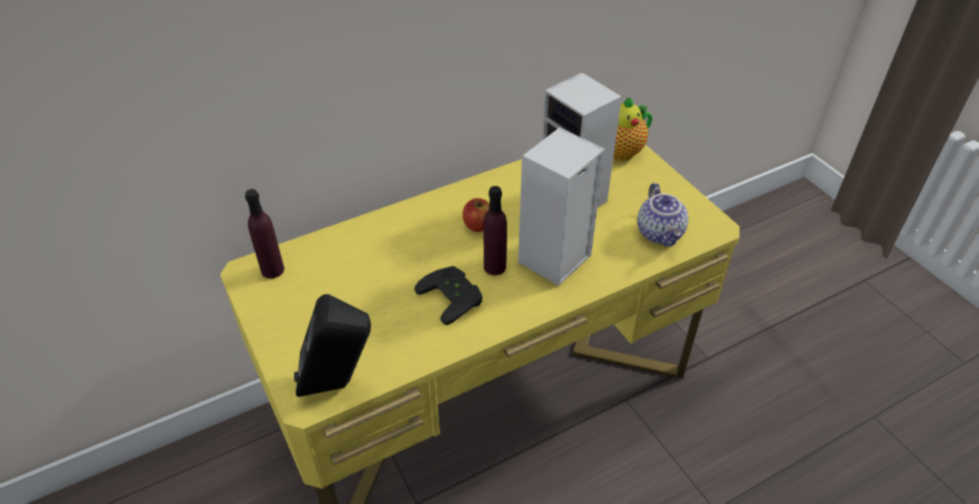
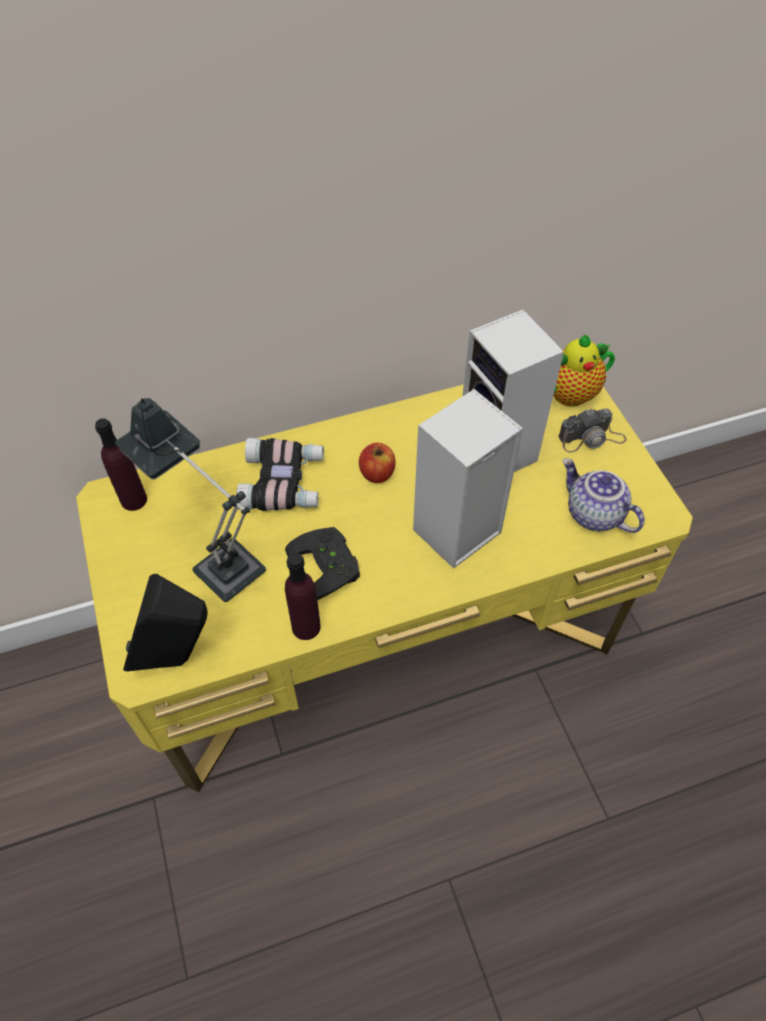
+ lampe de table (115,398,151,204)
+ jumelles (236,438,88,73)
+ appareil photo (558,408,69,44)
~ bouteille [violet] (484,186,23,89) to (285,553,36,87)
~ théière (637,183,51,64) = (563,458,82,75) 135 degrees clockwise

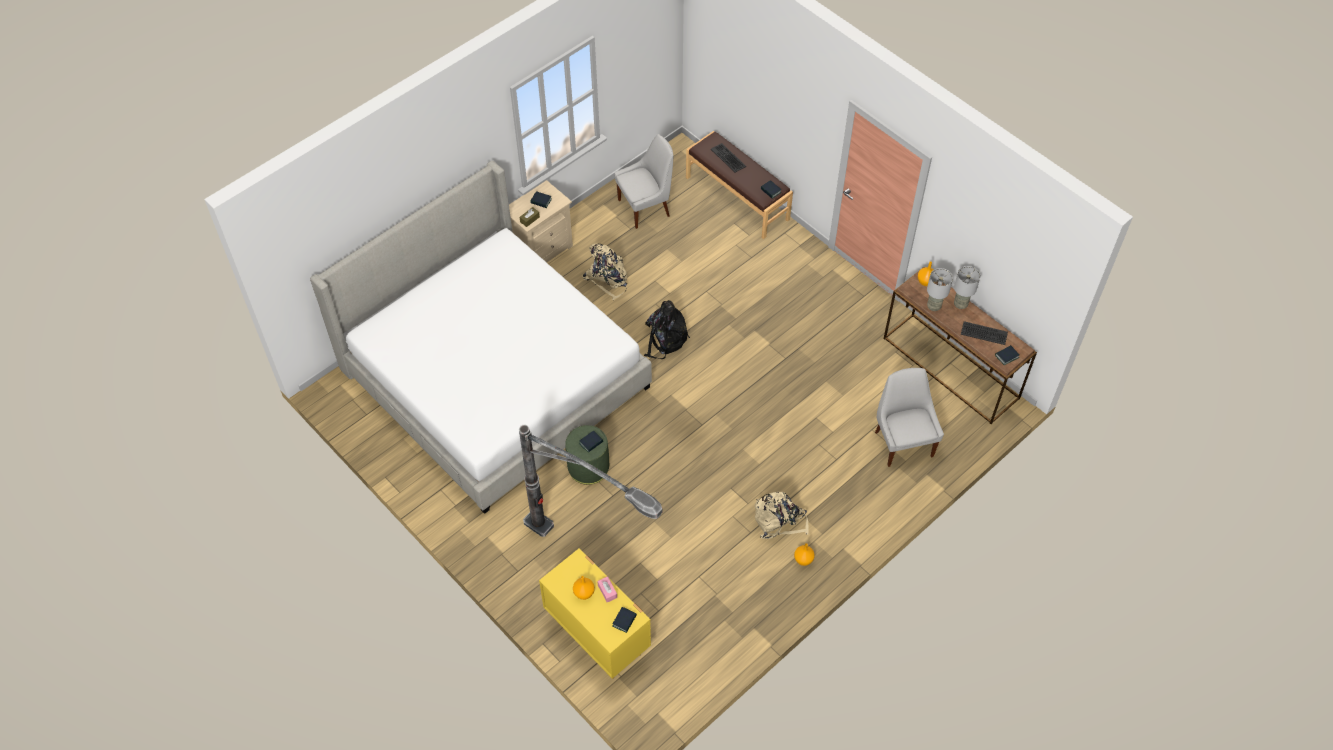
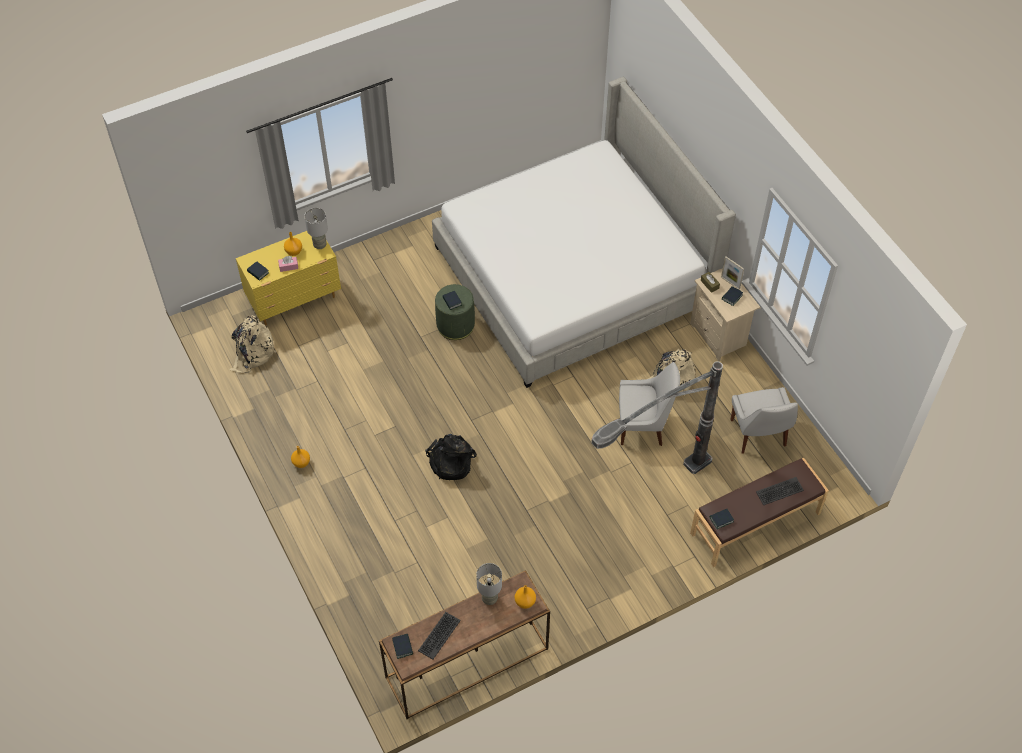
+ cadre photo (721,257,23,33)
~ lampadaire (519,425,143,112) to (591,361,132,113)
~ sac à dos [noir] (644,300,46,59) to (425,434,52,46)
~ sac à dos [beige] (755,492,54,47) to (230,315,46,58)
~ chaise [blanc] (875,368,69,99) to (619,362,61,84)
~ lampe de table [gris] (954,266,26,43) to (304,208,24,41)

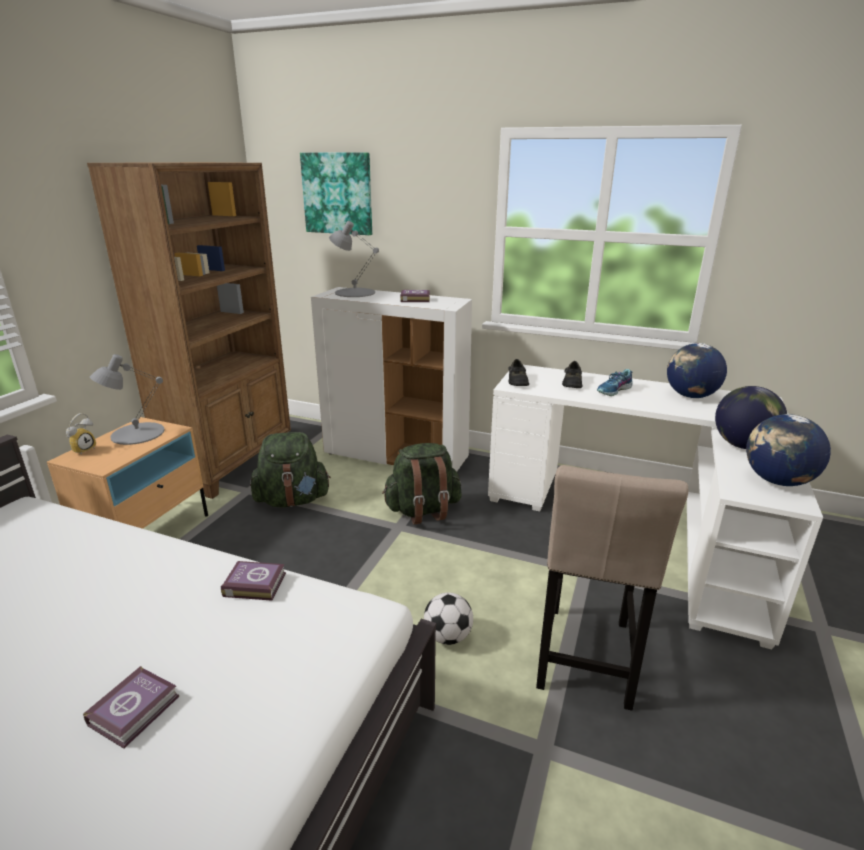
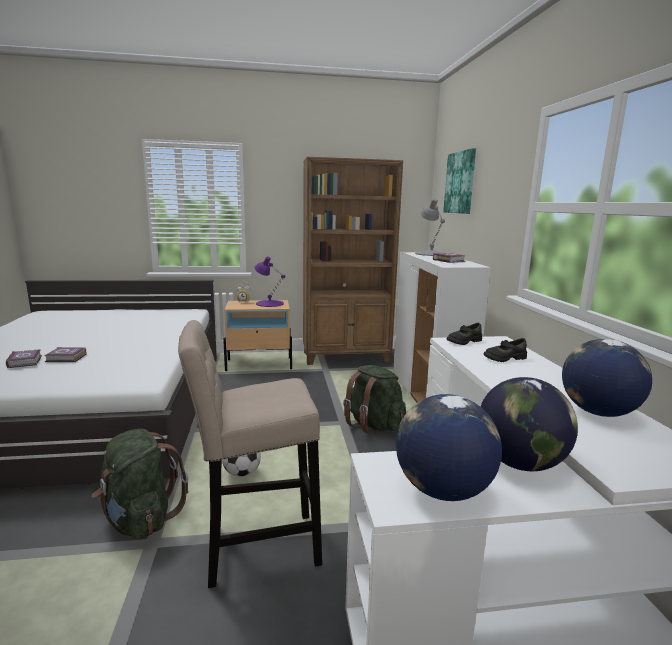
- chaussure (597,369,36,27)
~ livre (221,561,65,40) to (6,350,36,18)
~ sac à dos [vert] (250,432,81,75) to (92,429,96,111)
~ lampe de table [gris] (90,354,74,91) to lampe de table [violet] (254,256,31,51)

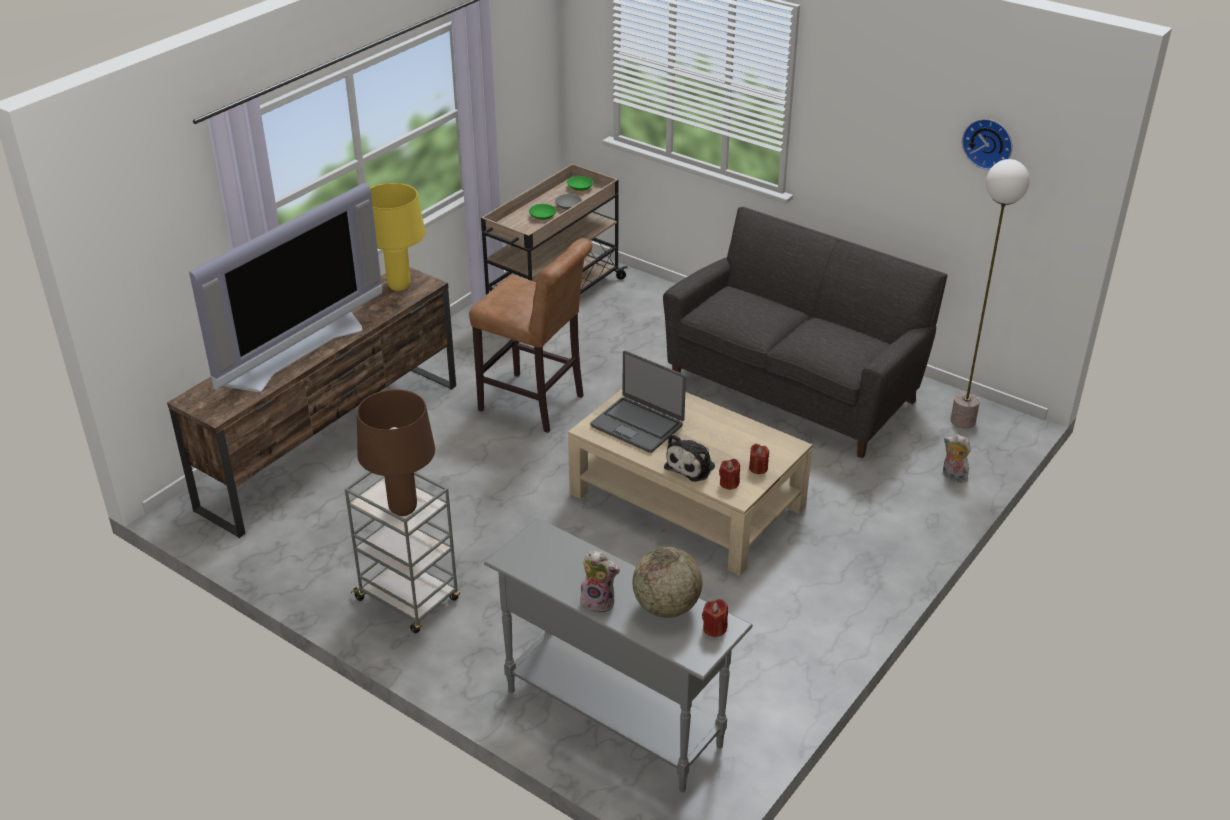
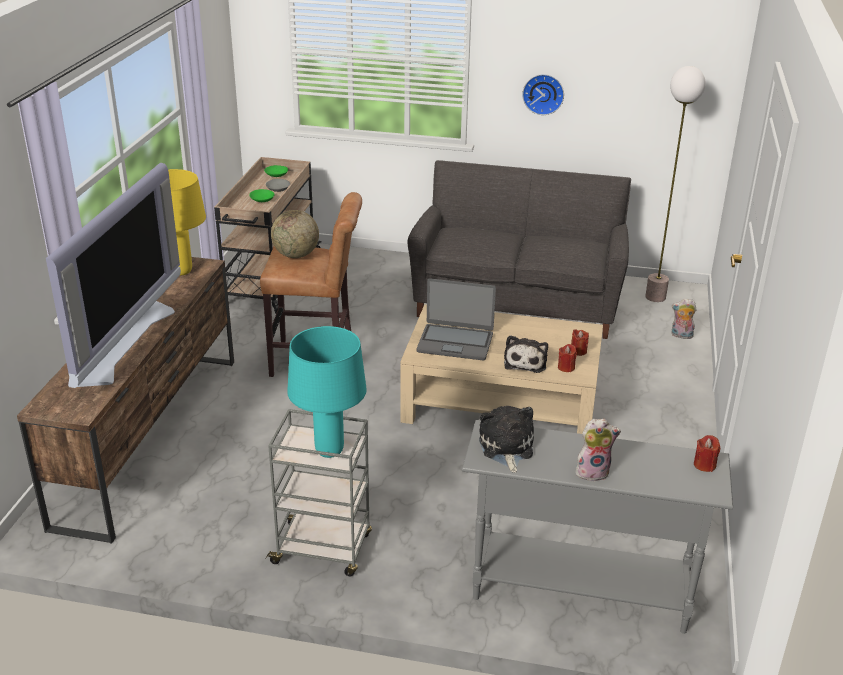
+ peluche (479,406,55,67)
~ globe (632,547,71,71) to (271,210,48,48)
~ horloge murale (962,119,50,51) to (522,74,42,41)
~ lampe de table [marron] (357,389,78,127) to lampe de table [turquoise] (287,326,80,132)

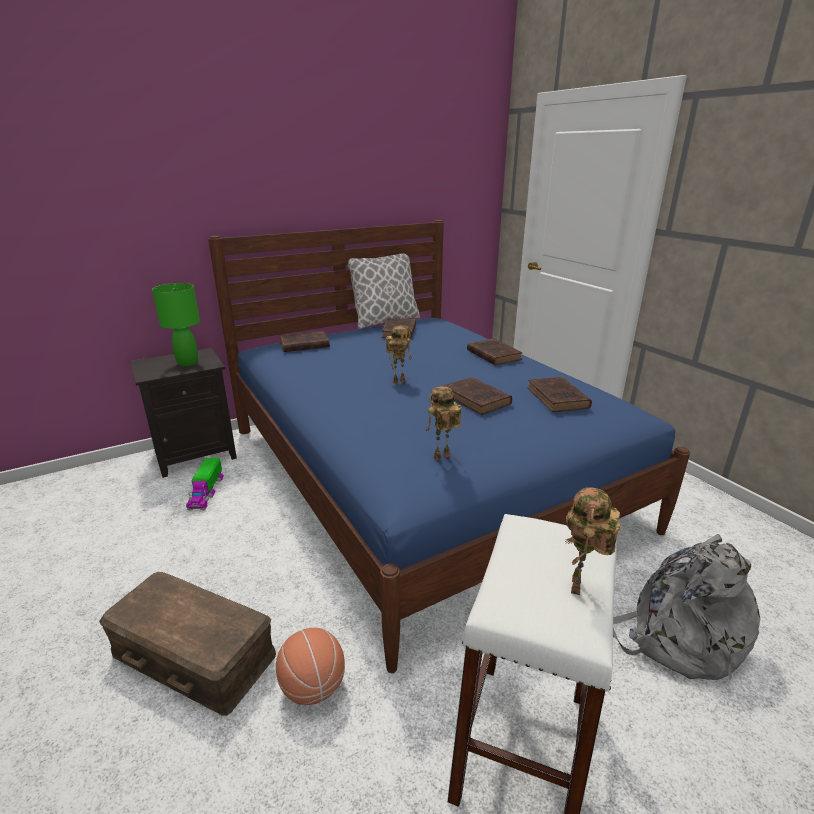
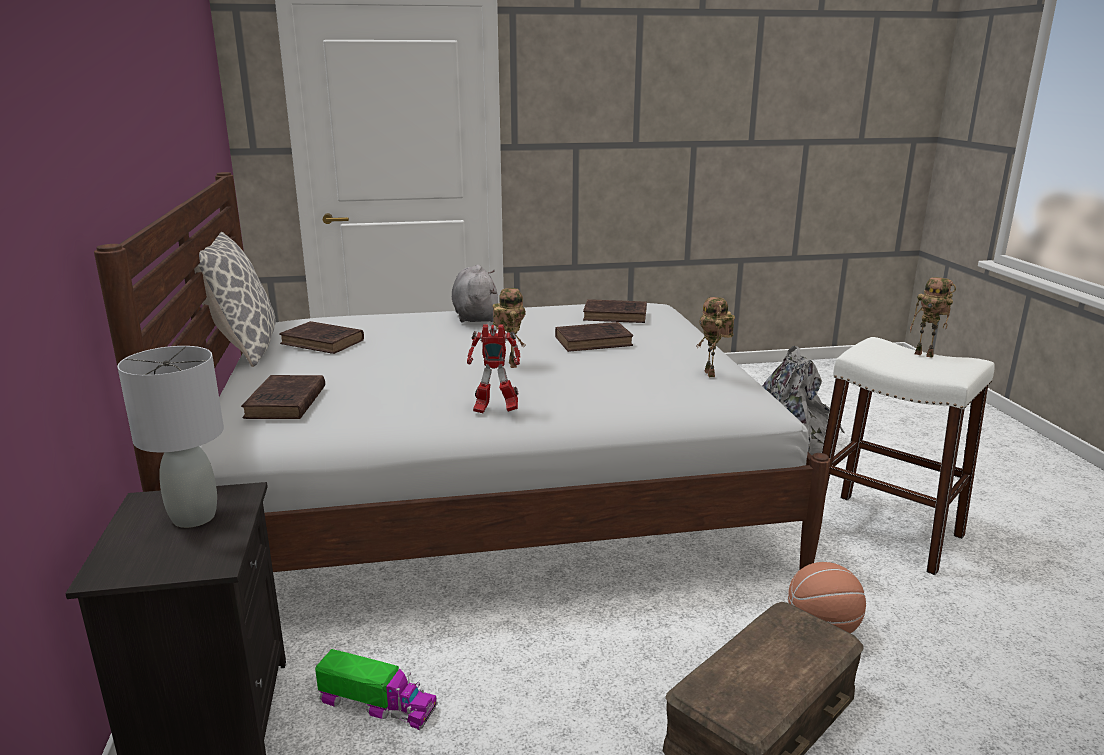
+ robot jouet (467,324,53,89)
~ livre [marron] (467,339,55,26) to peluche [gris] (452,265,46,58)
~ lampe de table [vert] (152,283,48,83) to lampe de table [gris] (117,346,107,182)
~ lit [bleu] (208,220,482,453) to lit [blanc] (94,172,736,400)

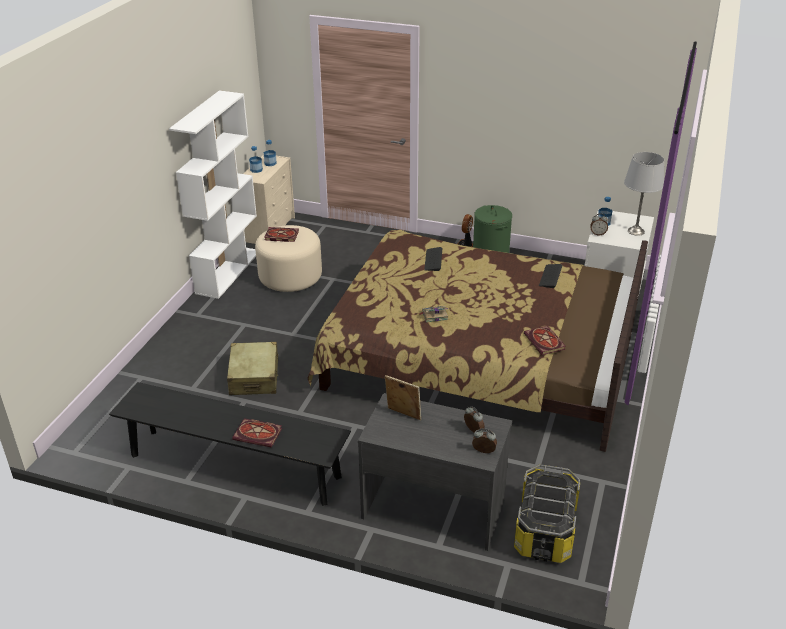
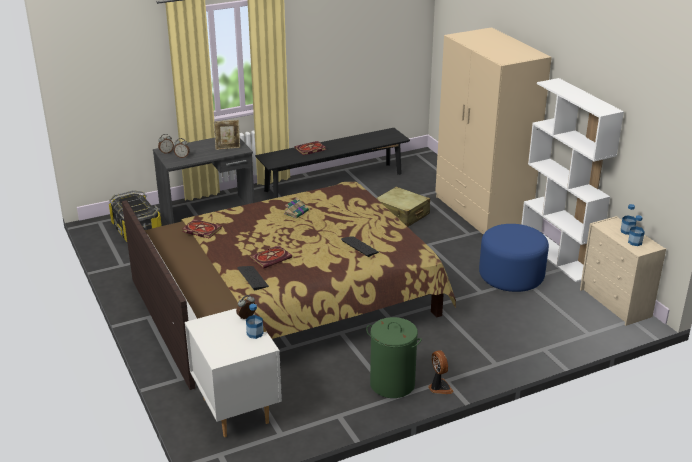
- lampe de table [gris] (624,152,40,84)
+ armoire [beige] (435,27,117,208)
~ livre (264,227,35,15) to (251,245,41,23)
~ pouf [beige] (255,225,67,67) to pouf [bleu] (479,224,70,68)

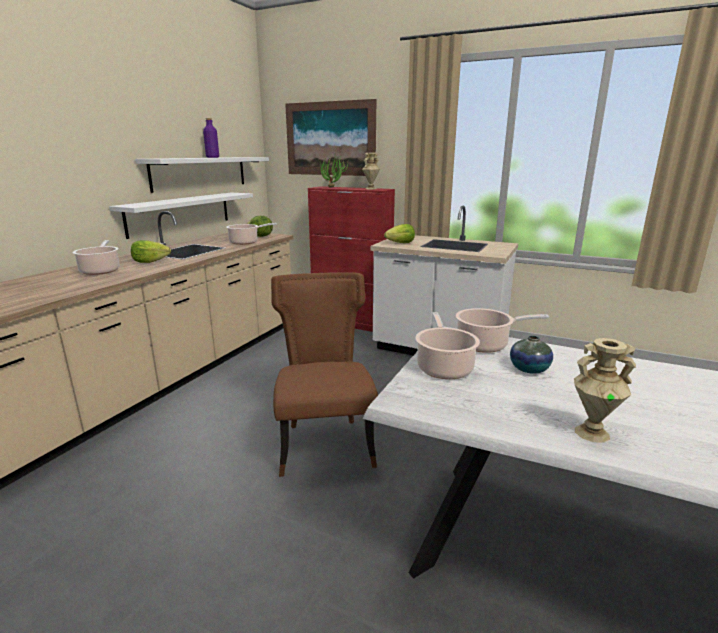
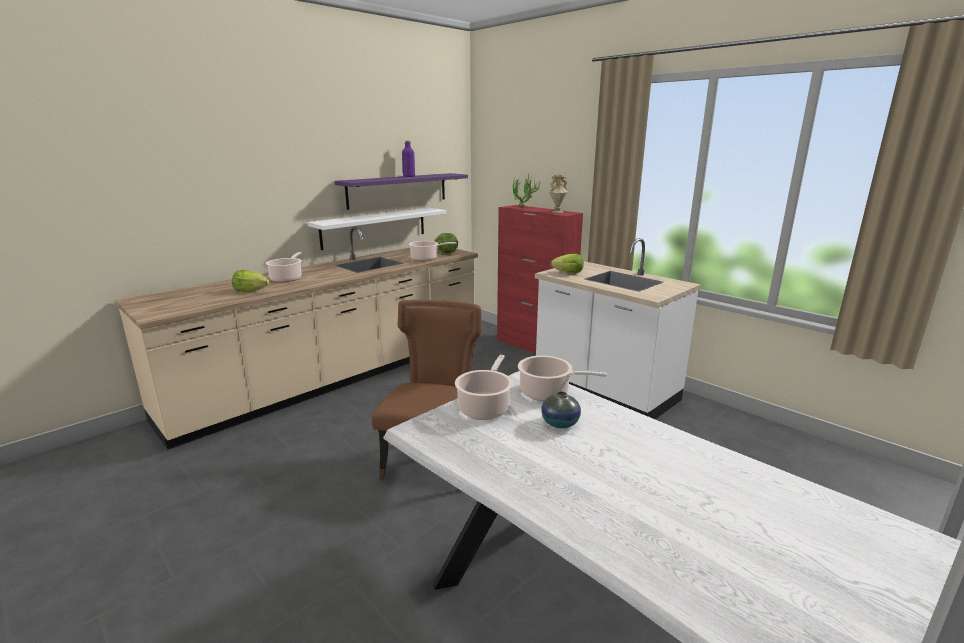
- tableau (285,99,91,77)
- vase [beige] (574,338,62,105)
~ laitue (131,240,40,23) to (232,270,37,22)
~ étagère [blanc] (135,157,134,36) to étagère [violet] (335,173,133,37)

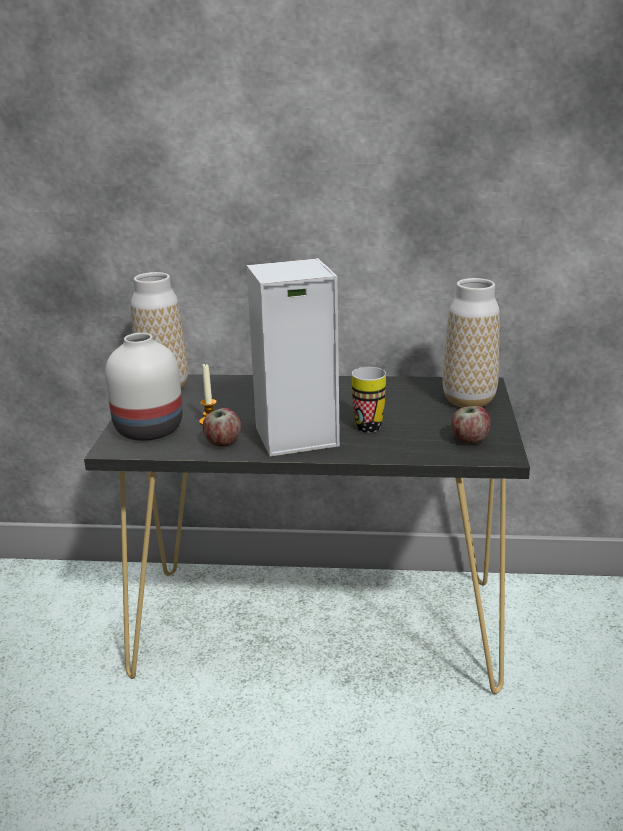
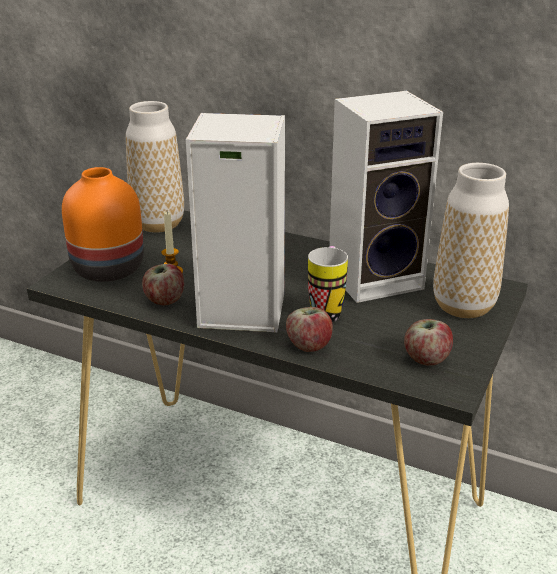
+ pomme (286,307,47,45)
+ enceinte (329,91,114,212)
~ vase [blanc] (105,333,78,108) to vase [orange] (62,167,82,115)

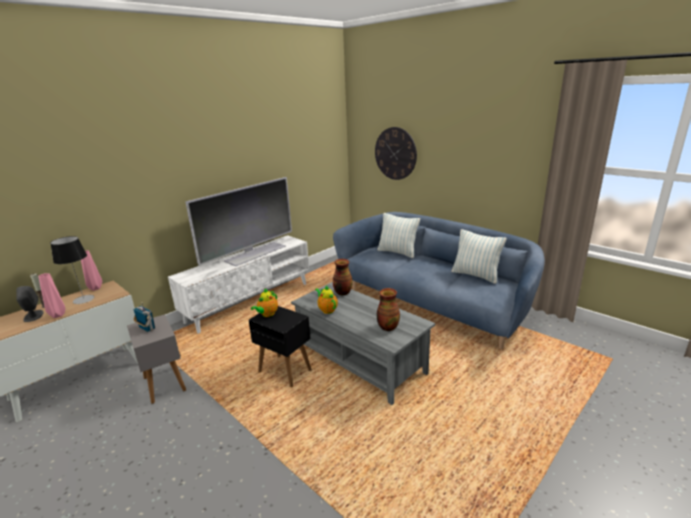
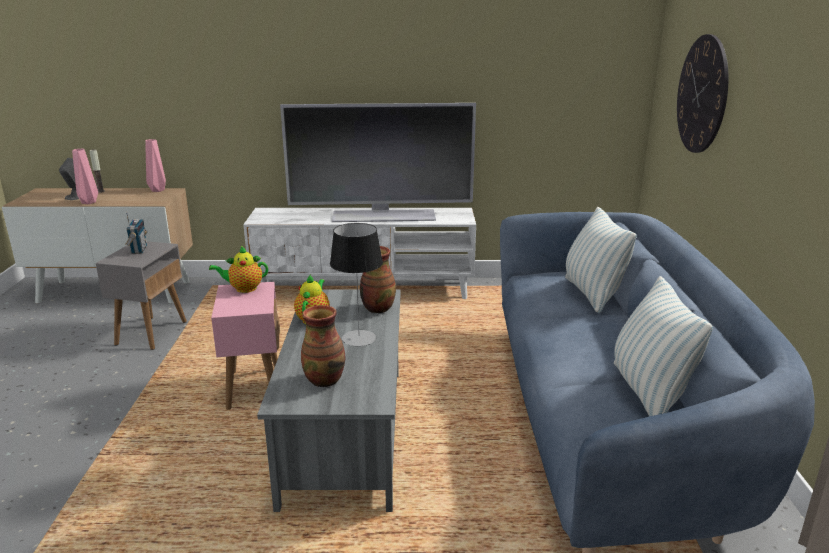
~ lampe de table (50,236,45,68) to (330,223,53,123)
~ table d'appoint [noir] (249,306,63,81) to table d'appoint [rose] (211,282,69,128)

